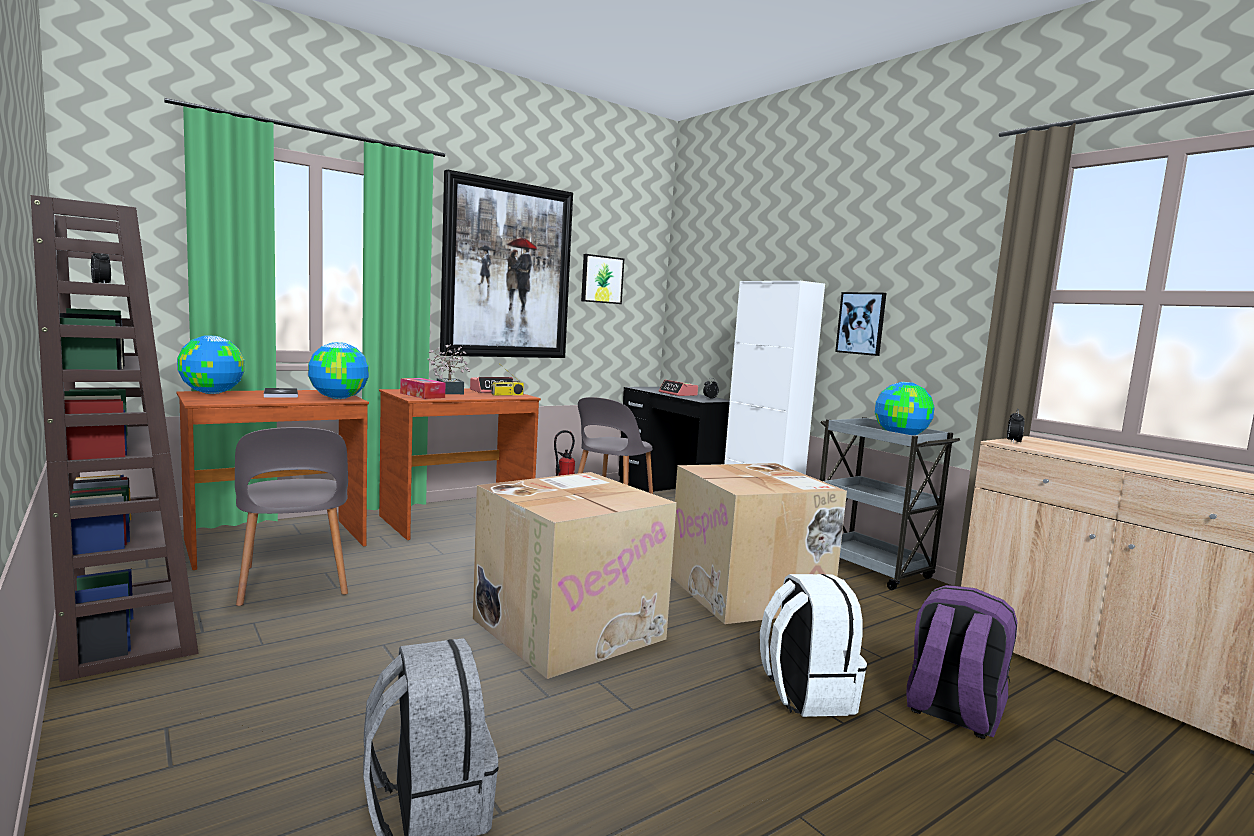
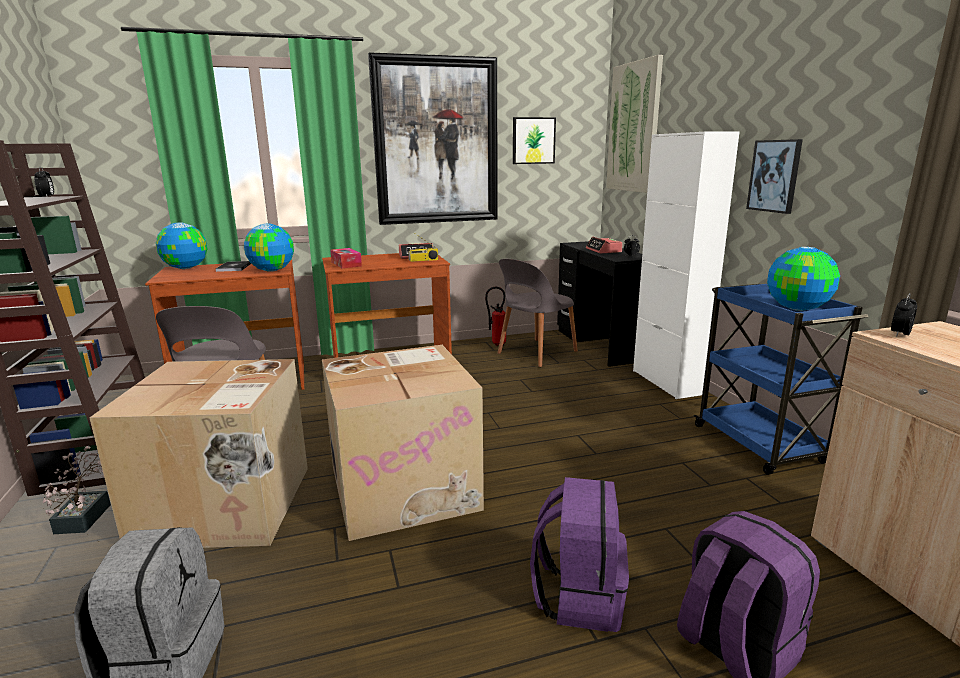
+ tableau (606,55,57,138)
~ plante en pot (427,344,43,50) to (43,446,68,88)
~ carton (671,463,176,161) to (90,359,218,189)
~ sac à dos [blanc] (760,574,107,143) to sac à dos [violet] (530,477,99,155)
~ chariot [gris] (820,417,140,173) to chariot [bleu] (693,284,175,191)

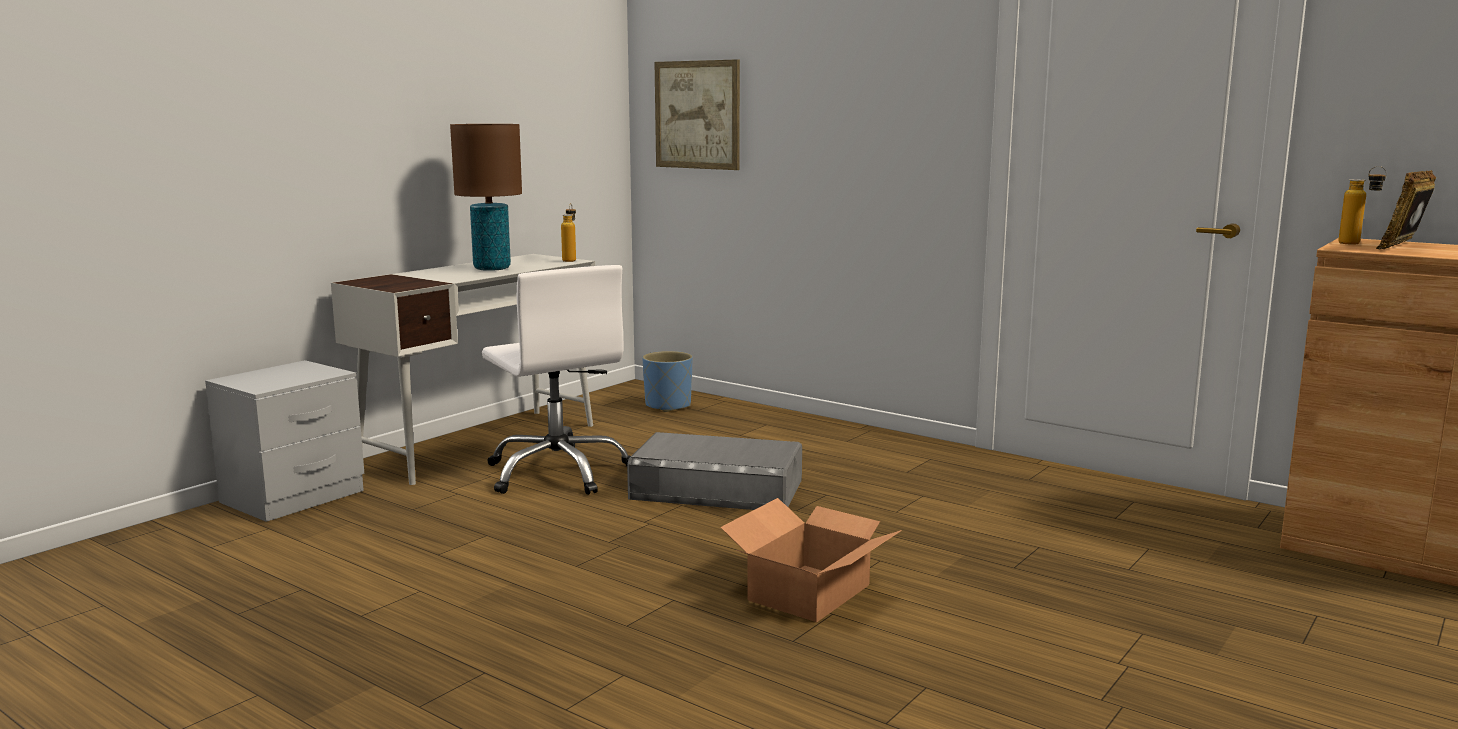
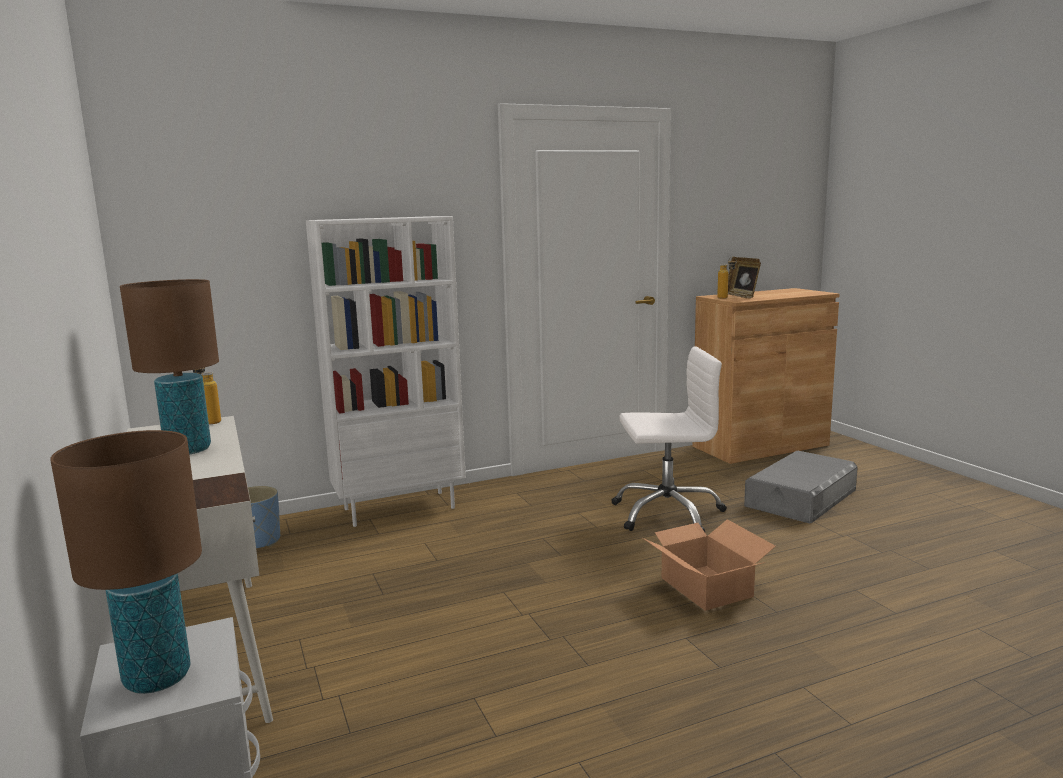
- tableau (655,59,85,111)
+ lampe de table [marron] (50,430,152,264)
+ bibliothèque [blanc] (306,216,160,311)
~ chaise de bureau [blanc] (482,265,149,230) to (611,346,116,186)
~ boîte de rangement [gris] (627,432,175,78) to (744,451,114,72)

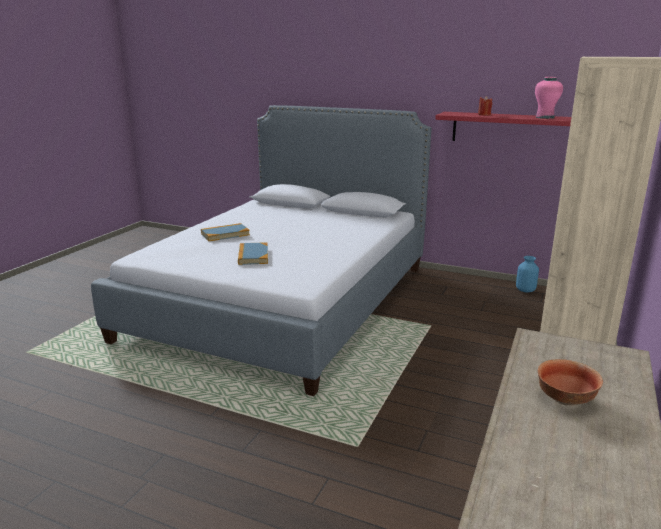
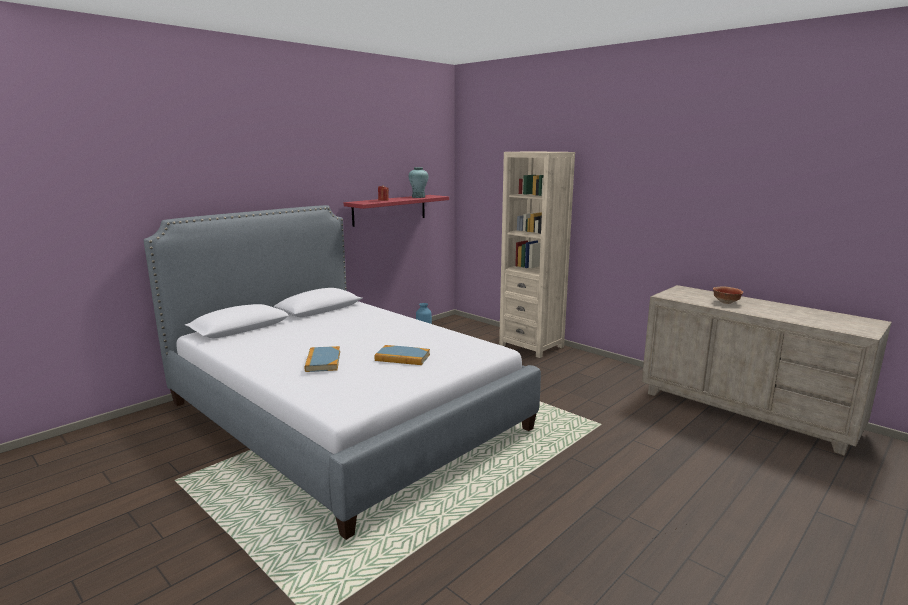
~ vase [rose] (535,77,28,42) to vase [turquoise] (409,167,19,31)

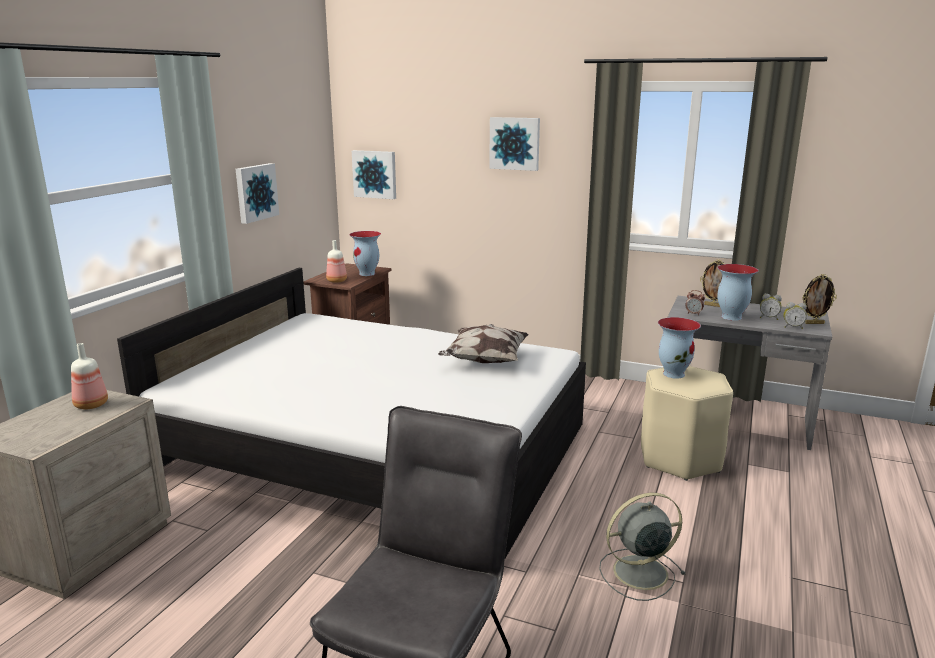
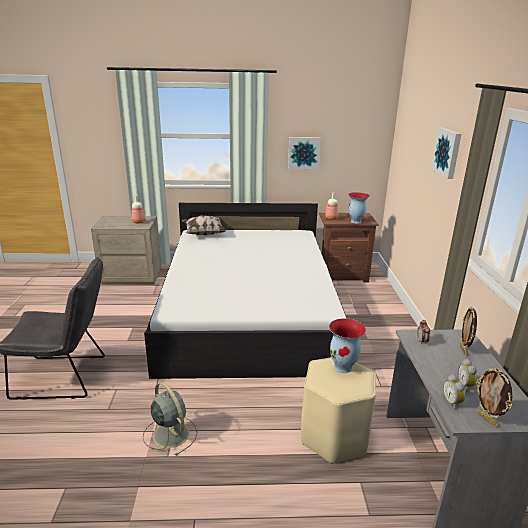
- tableau (352,150,44,49)
- vase (717,264,42,57)
~ coussin (438,324,91,39) to (182,215,44,21)

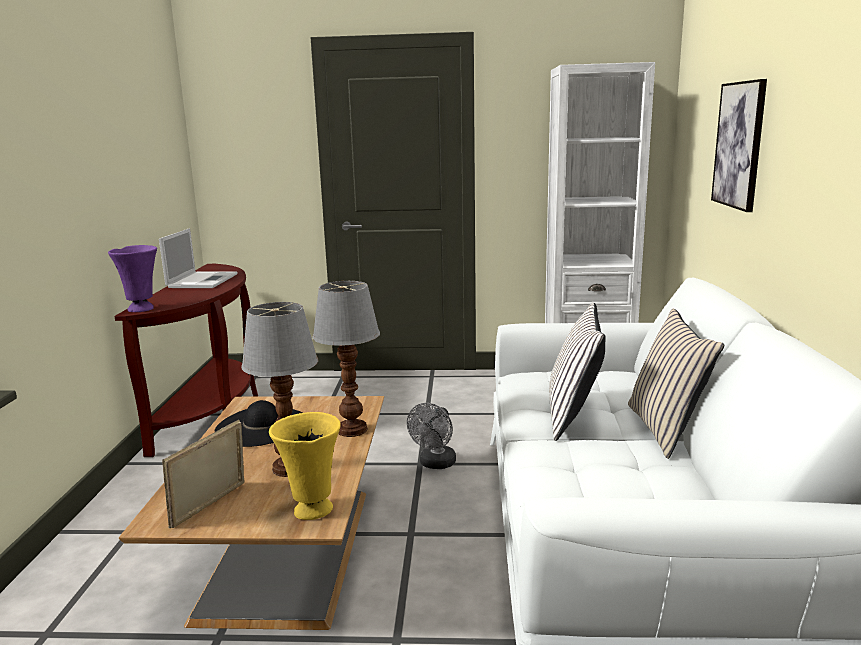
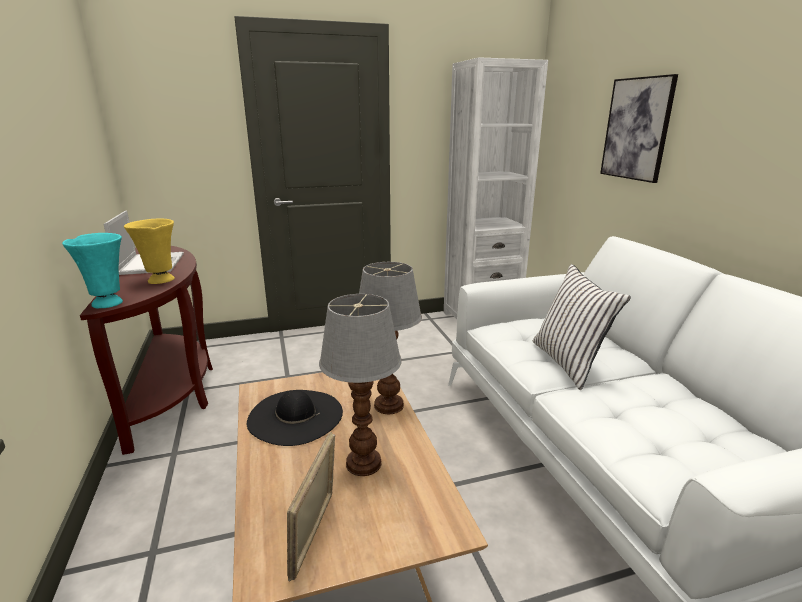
- ventilateur [gris] (407,403,49,66)
- coussin [beige] (628,309,96,150)
~ vase [jaune] (269,412,72,108) to (124,218,51,66)
~ vase [violet] (108,245,49,67) to vase [turquoise] (62,233,61,75)

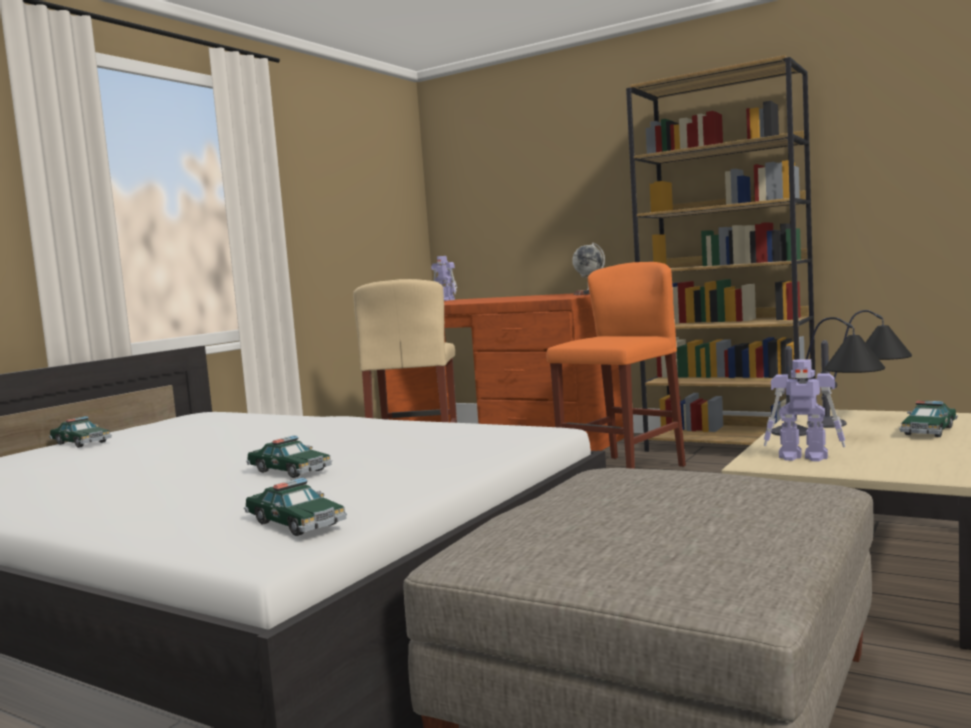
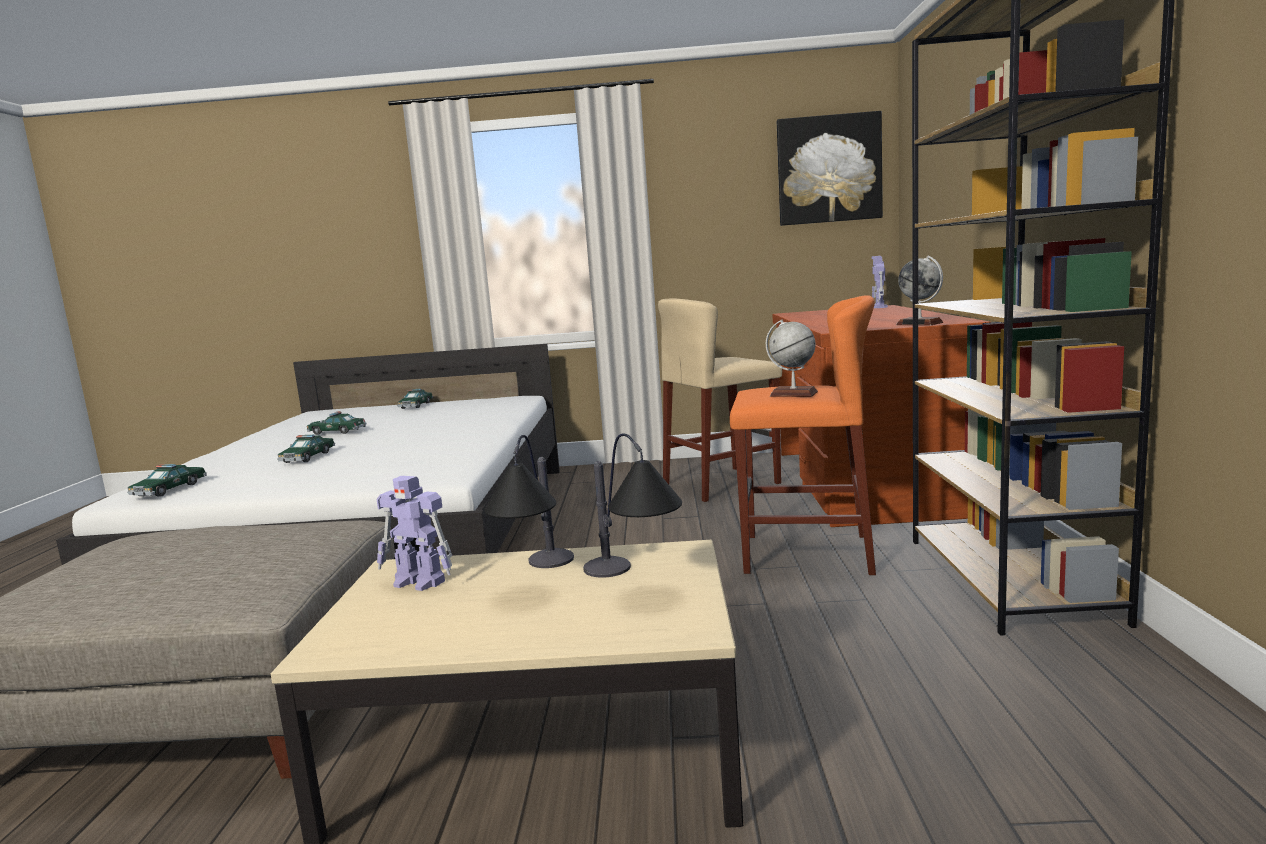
+ globe (766,320,52,77)
+ tableau (777,111,106,115)
~ petite voiture (899,400,59,37) to (307,411,59,24)
~ robot jouet (764,359,82,103) = (376,476,76,115) 60 degrees counterclockwise

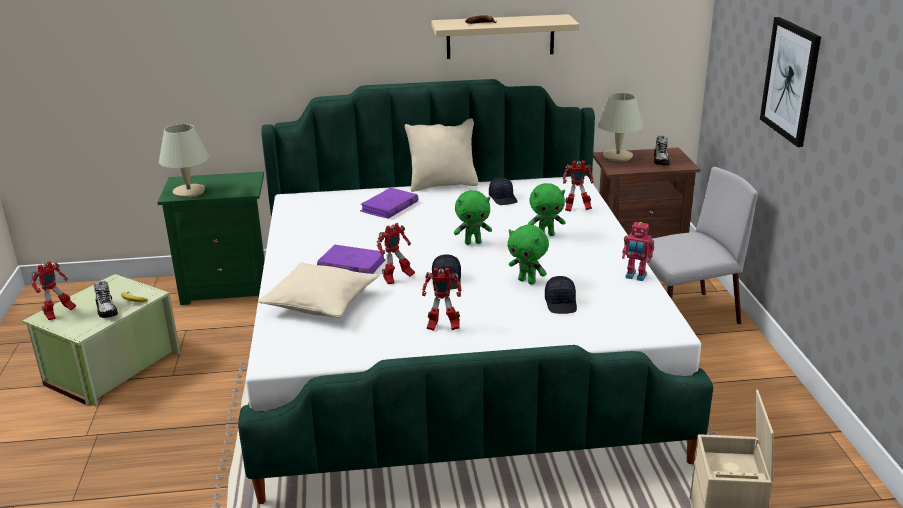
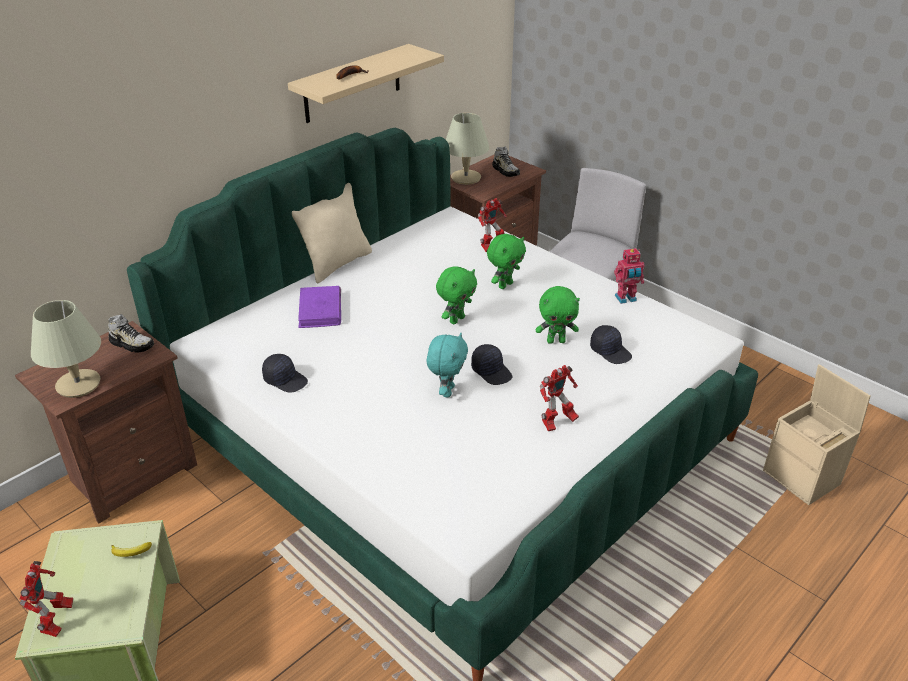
- coussin [beige] (258,262,121,56)
- livre [violet] (317,245,69,29)
- tableau (760,17,61,130)
~ chaussure (94,281,24,37) to (108,314,46,39)
~ casquette [noir] (489,177,29,28) to (262,354,46,39)
~ robot jouet (377,223,38,61) to peluche [turquoise] (427,333,41,65)
~ table de chevet [vert] (158,172,107,133) to table de chevet [marron] (15,321,182,203)

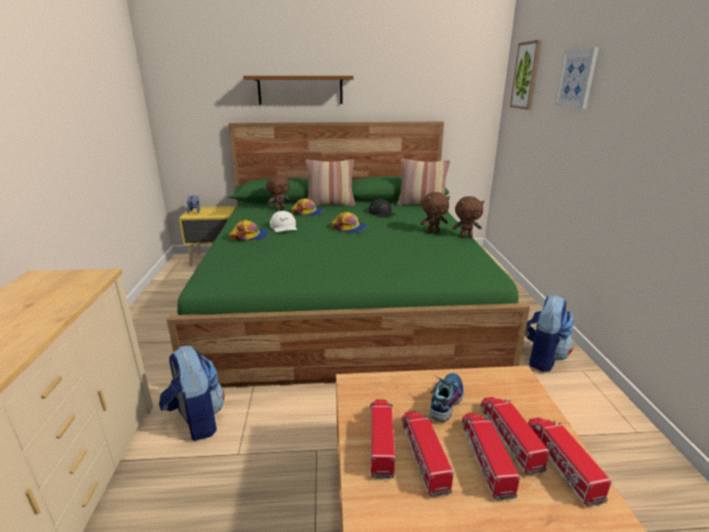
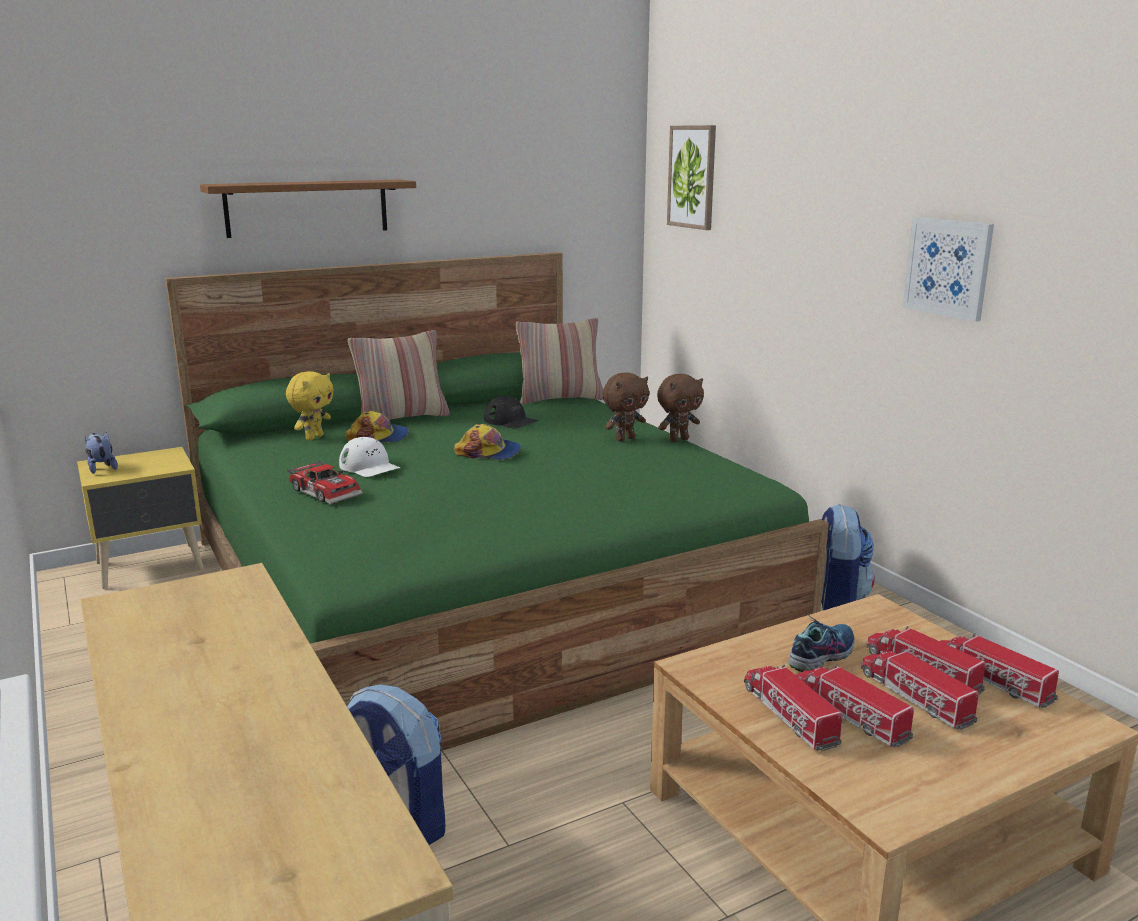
~ tableau (555,47,44,62) to (903,217,91,105)
~ casquette (229,220,40,21) to petite voiture (287,461,76,43)
~ peluche [marron] (266,175,24,35) to peluche [jaune] (286,371,48,69)
~ chaussure (429,373,35,49) = (788,613,67,59) 45 degrees clockwise

